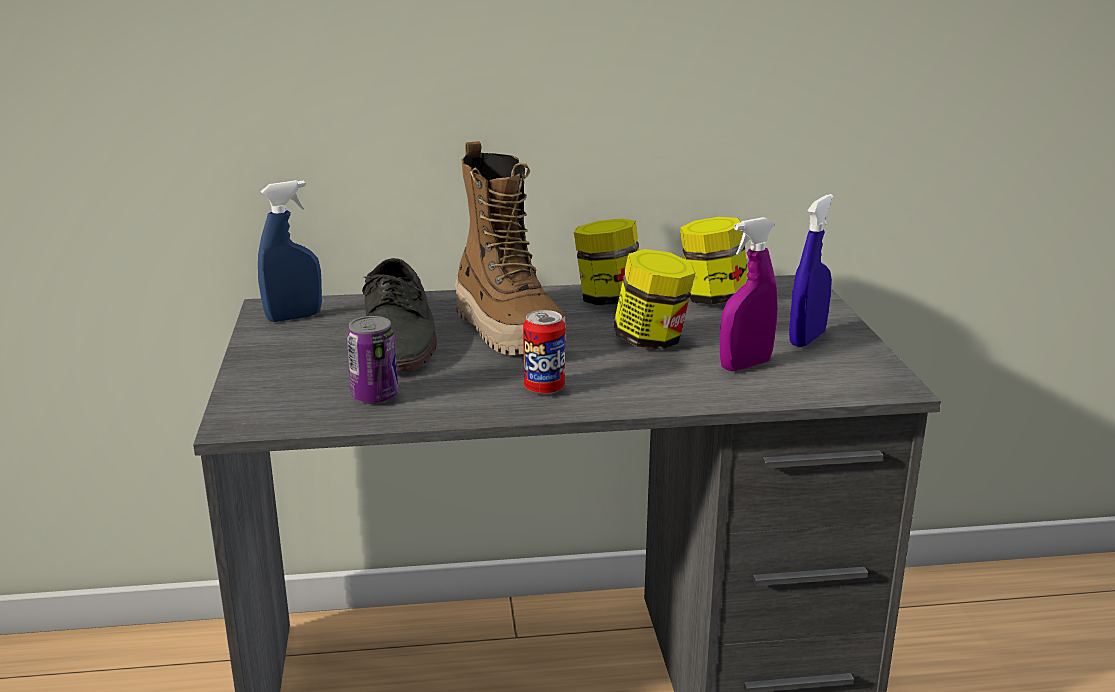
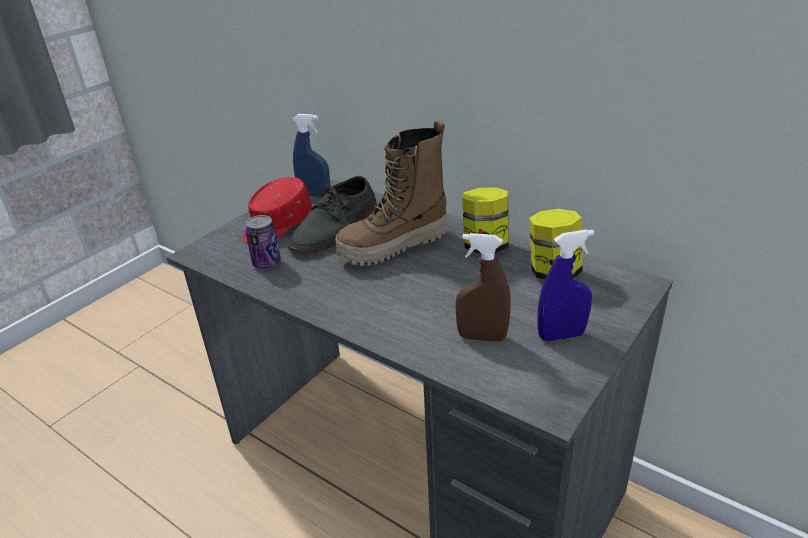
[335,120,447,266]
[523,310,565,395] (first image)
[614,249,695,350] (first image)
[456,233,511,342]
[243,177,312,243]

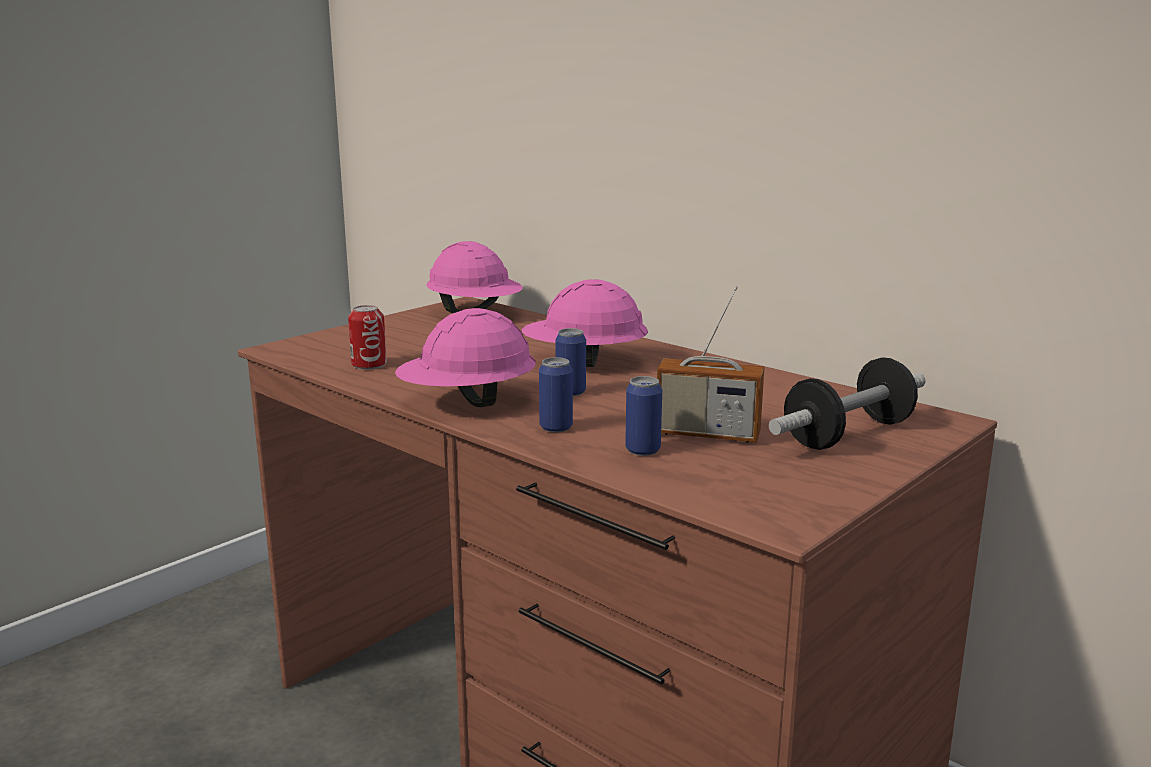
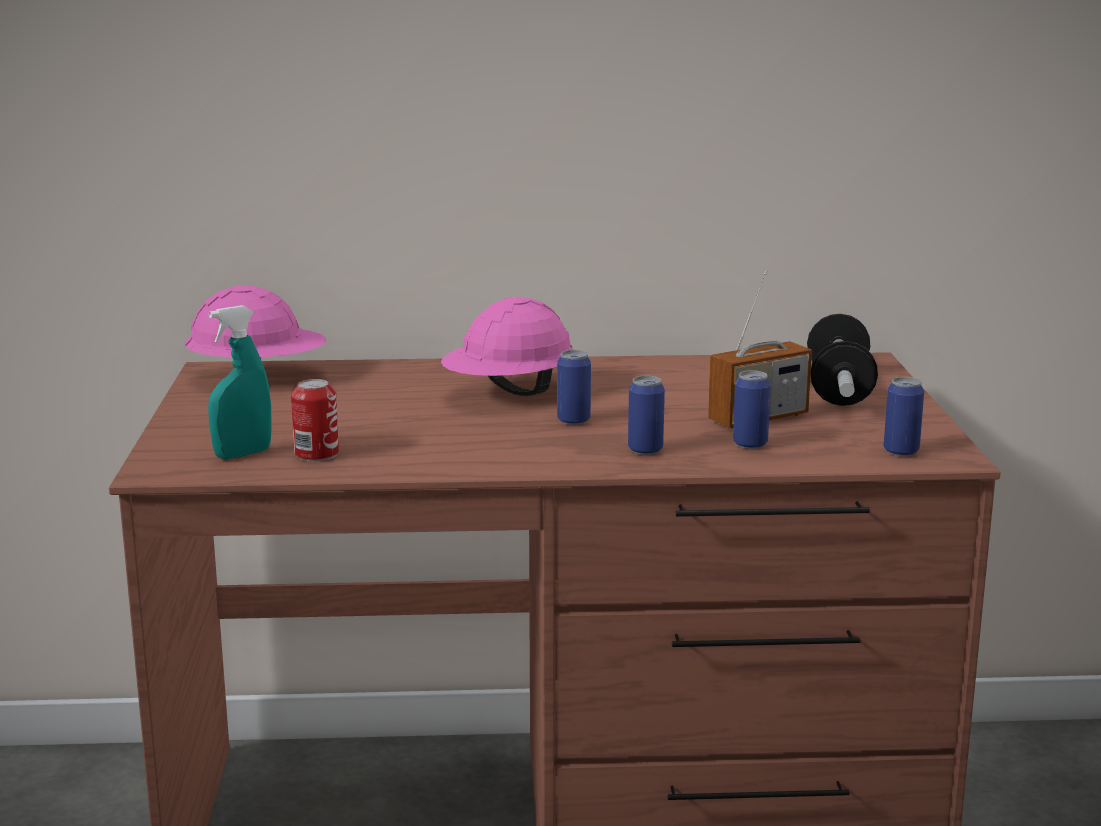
[395,308,536,407] (first image)
[208,305,272,459]
[884,377,924,456]

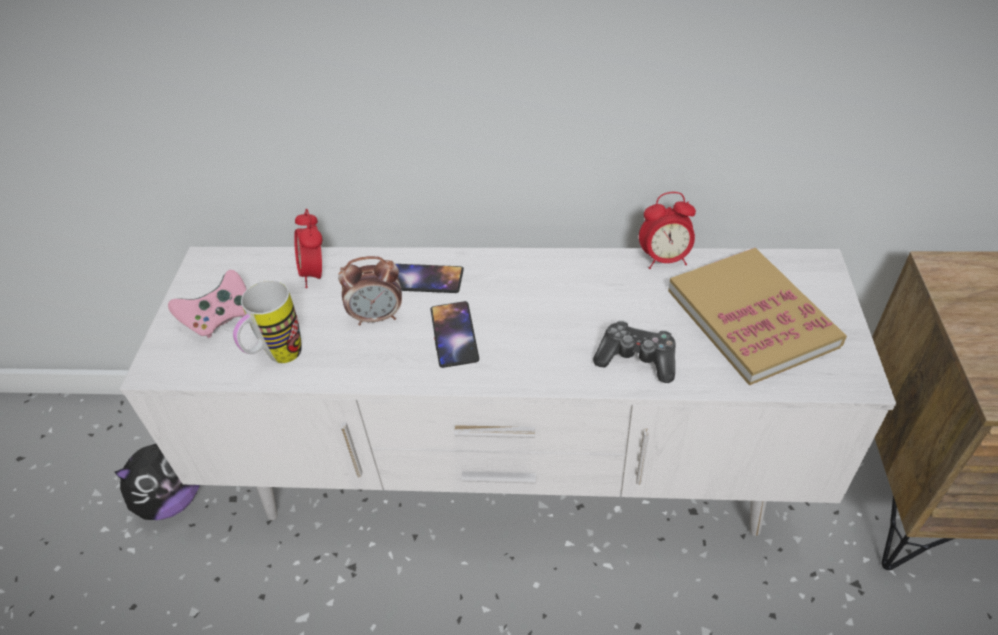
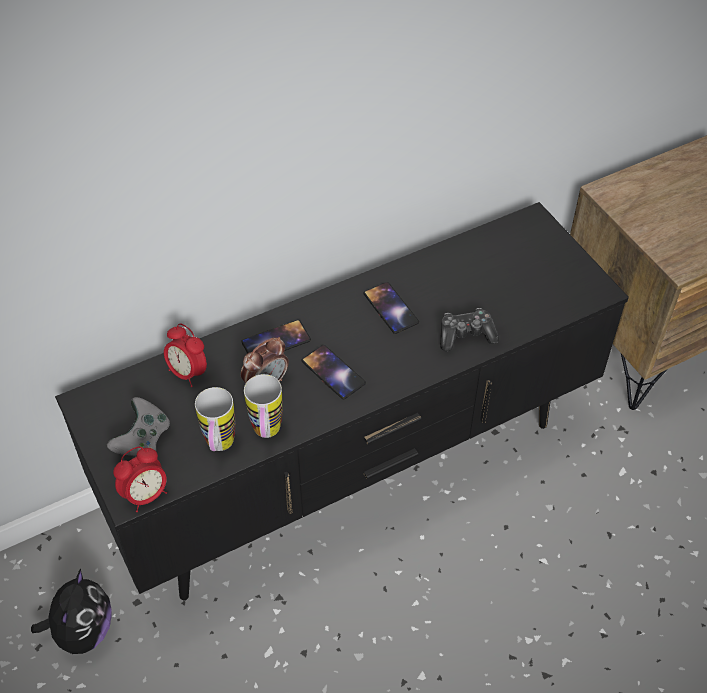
[55,202,629,600]
[107,397,170,456]
[113,447,167,512]
[668,248,847,386] (first image)
[244,374,283,438]
[363,282,419,334]

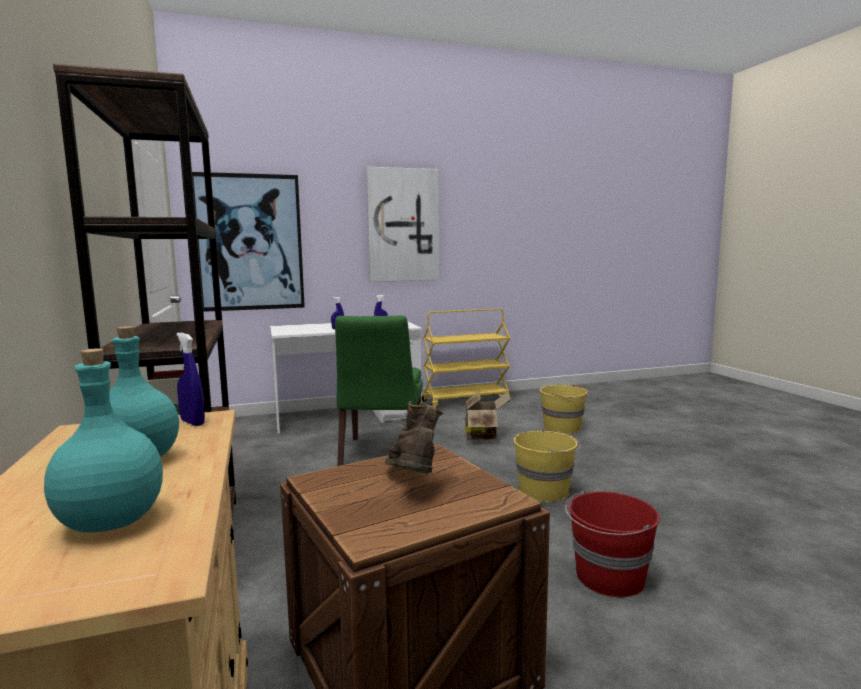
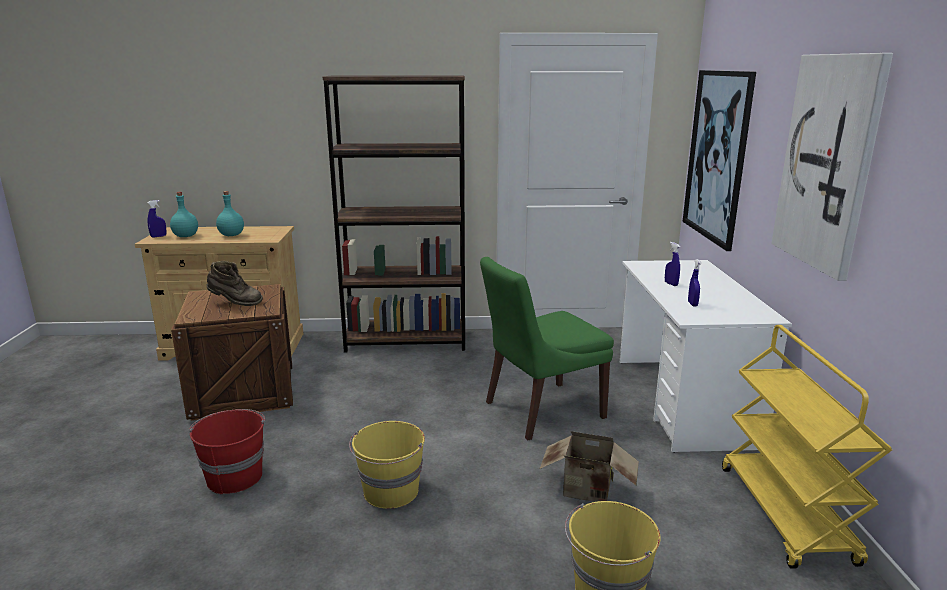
[148,200,167,238]
[480,257,614,440]

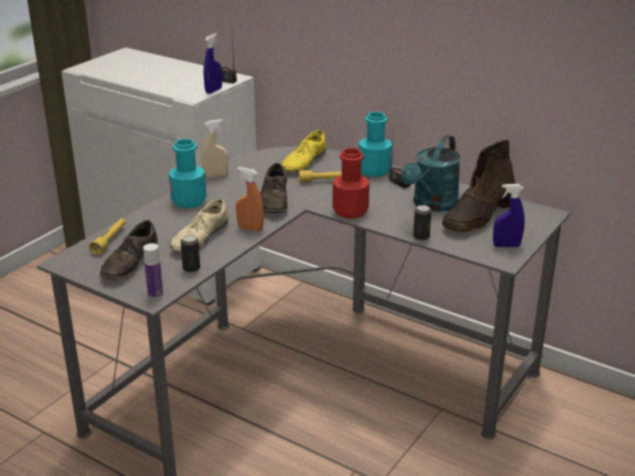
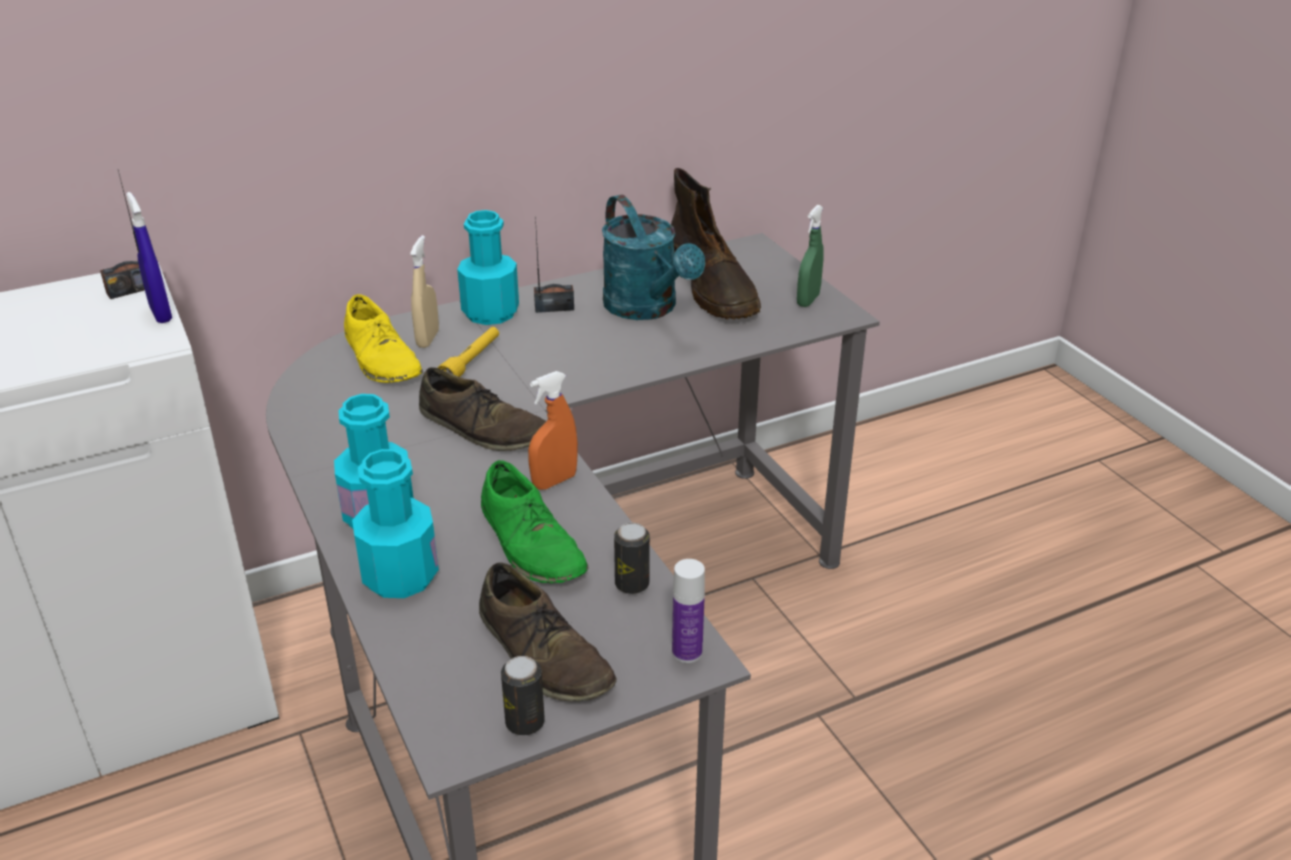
[89,218,126,255] (first image)
[481,460,589,584]
[410,235,439,348]
[333,148,370,218] (first image)
[501,656,545,735]
[797,205,824,307]
[352,449,439,598]

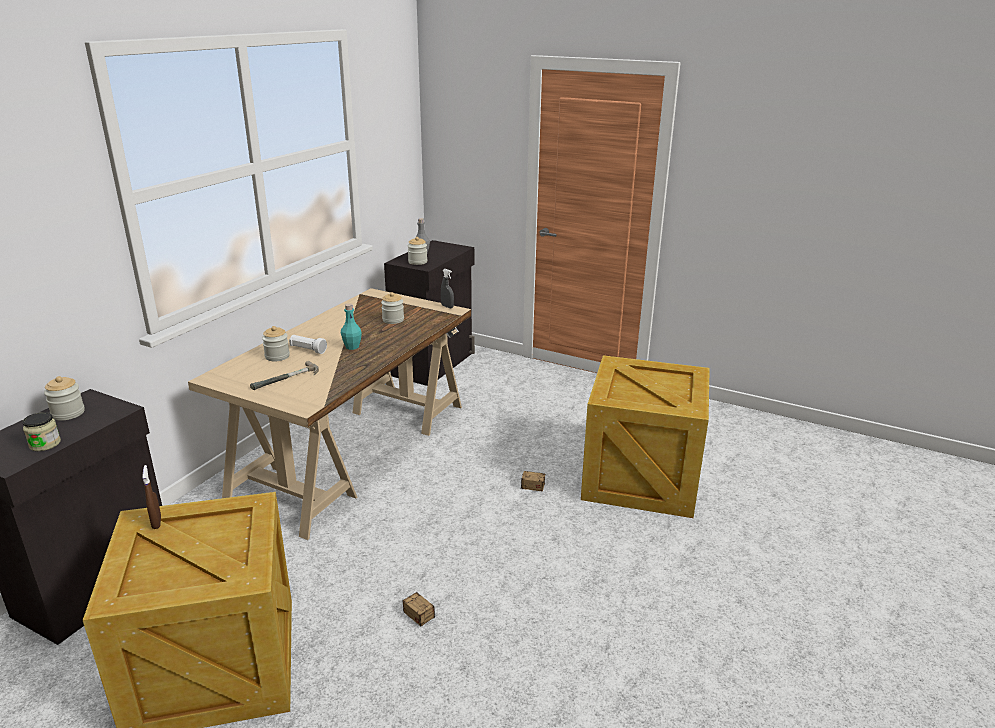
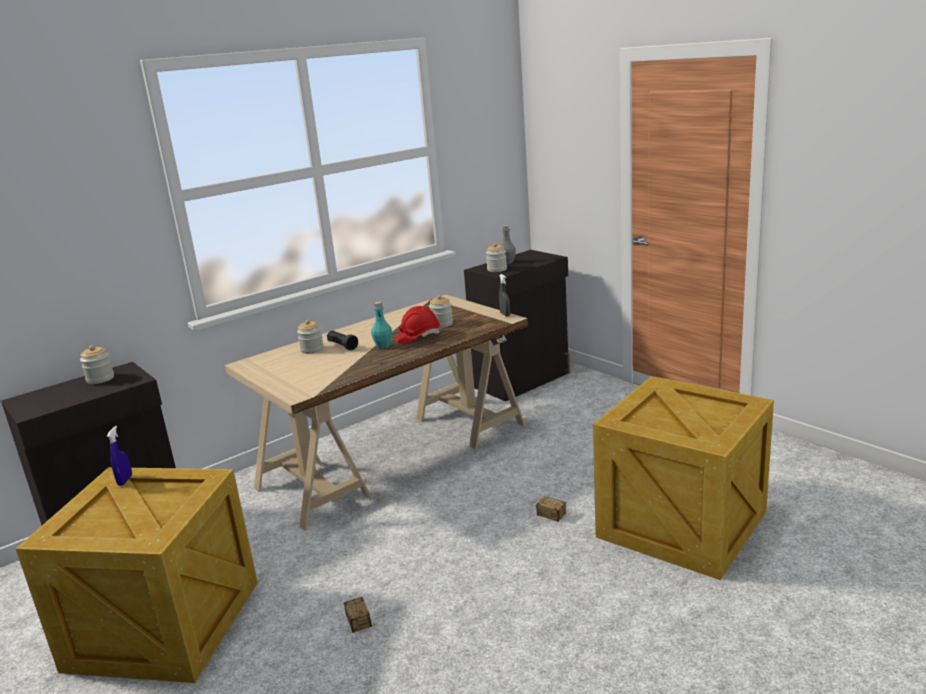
[22,412,61,451] (first image)
[107,426,132,486]
[250,361,319,390] (first image)
[327,330,358,350]
[396,306,440,344]

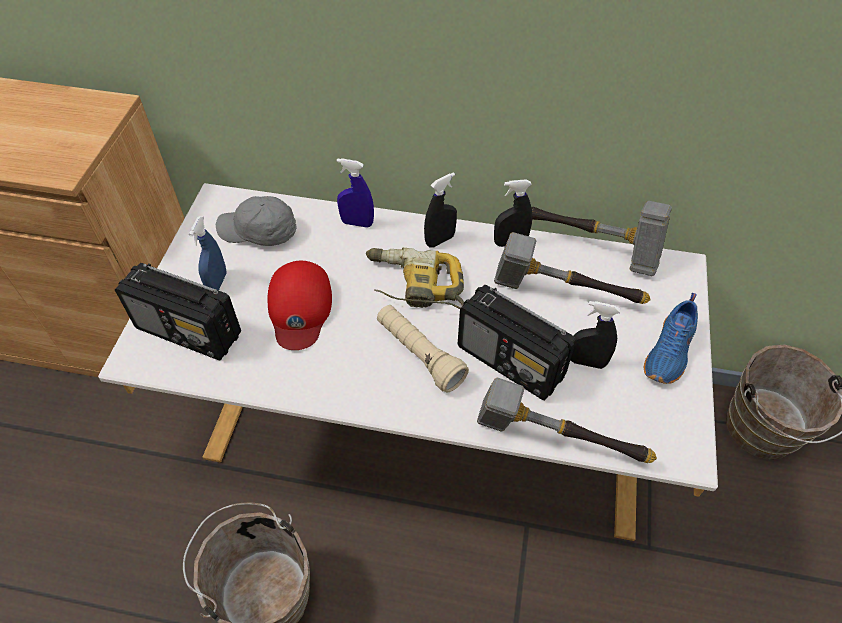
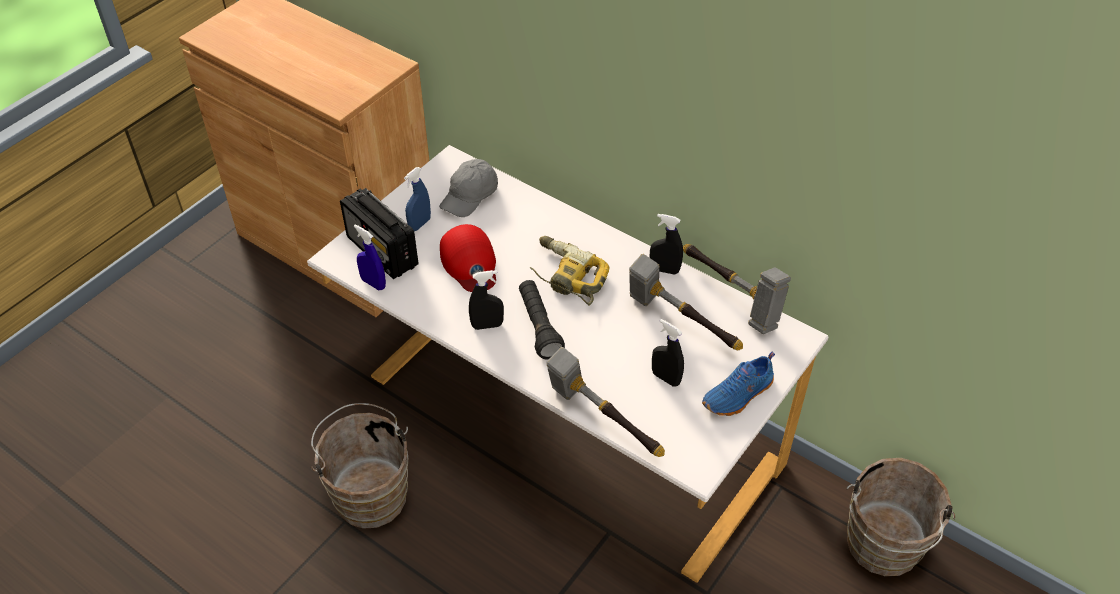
[439,159,498,217]
[440,224,496,292]
[354,224,386,290]
[519,280,565,360]
[469,270,504,330]
[458,285,576,400] (first image)

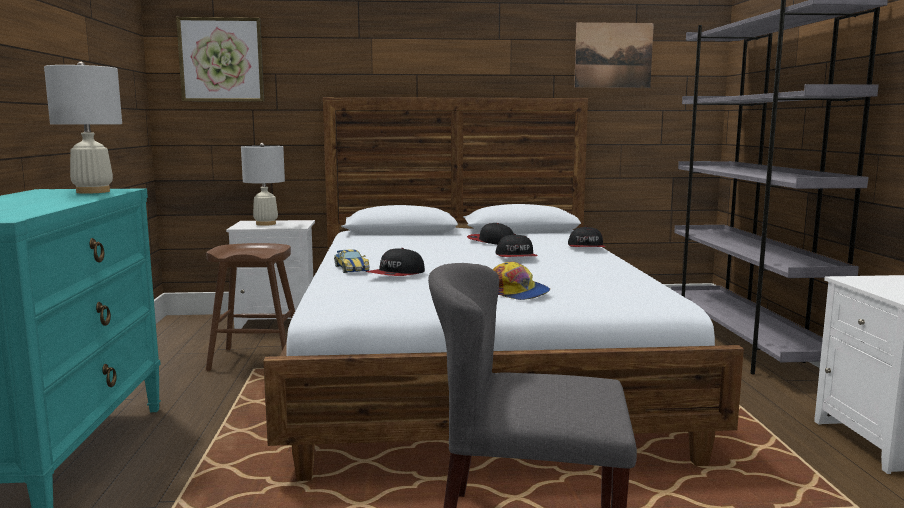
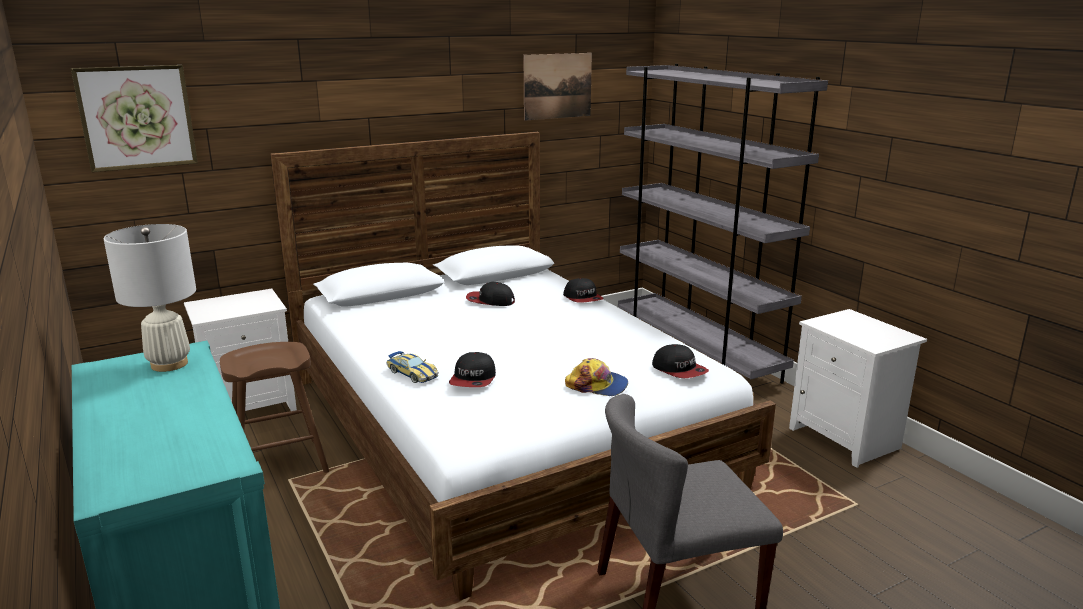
[241,143,285,226] (first image)
[652,344,709,378]

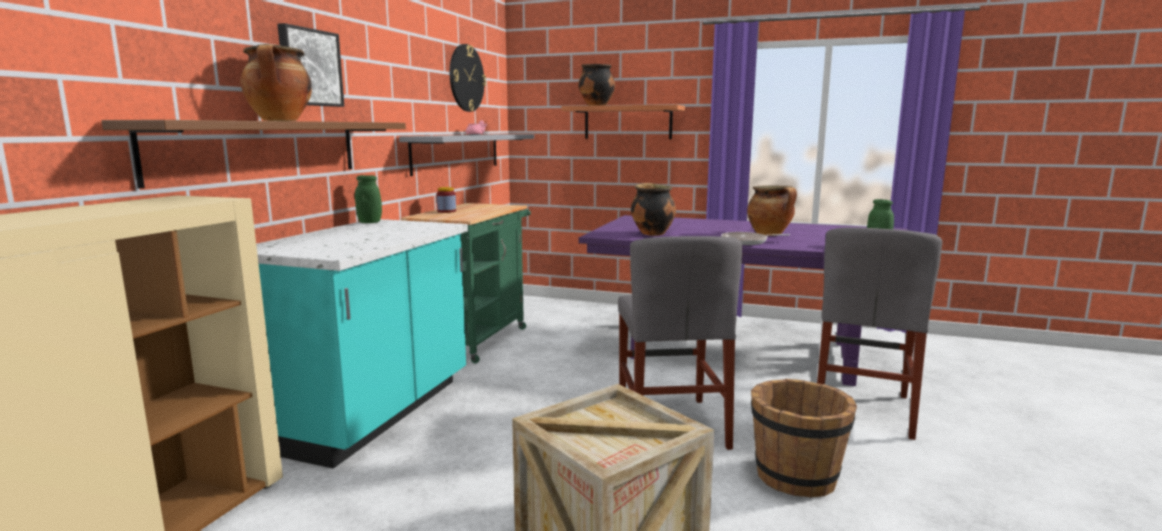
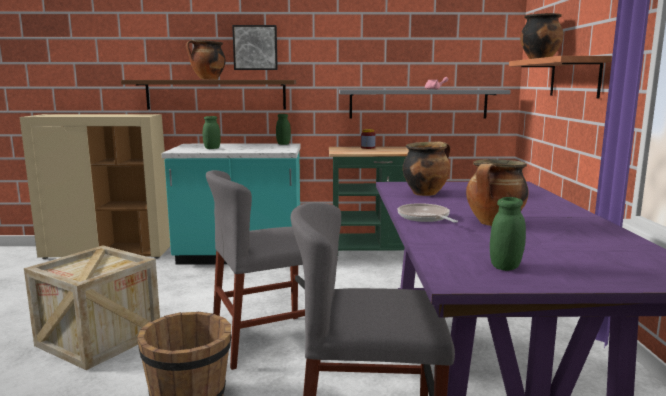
[450,44,486,112] (first image)
[203,116,220,149]

